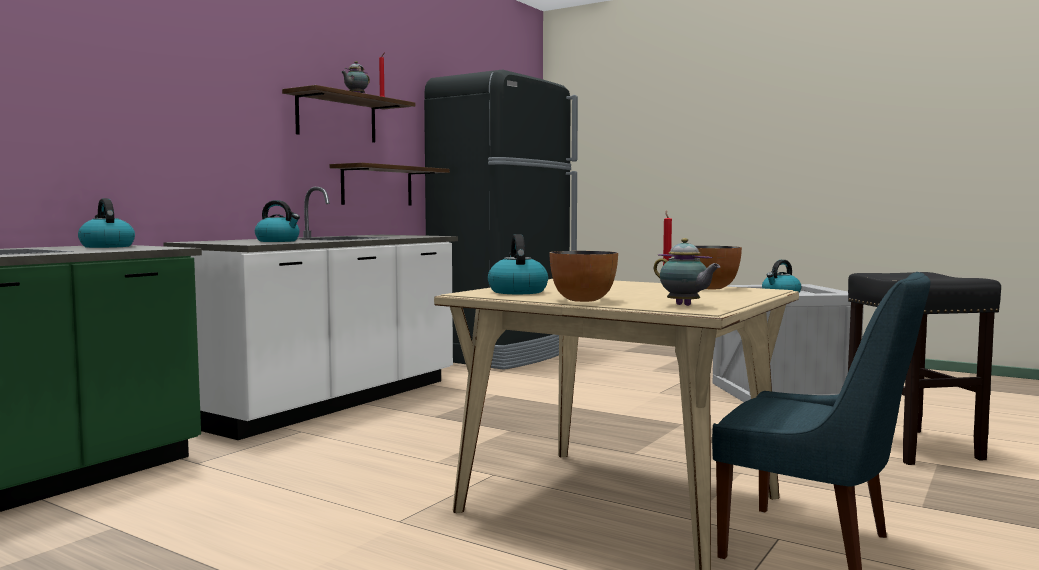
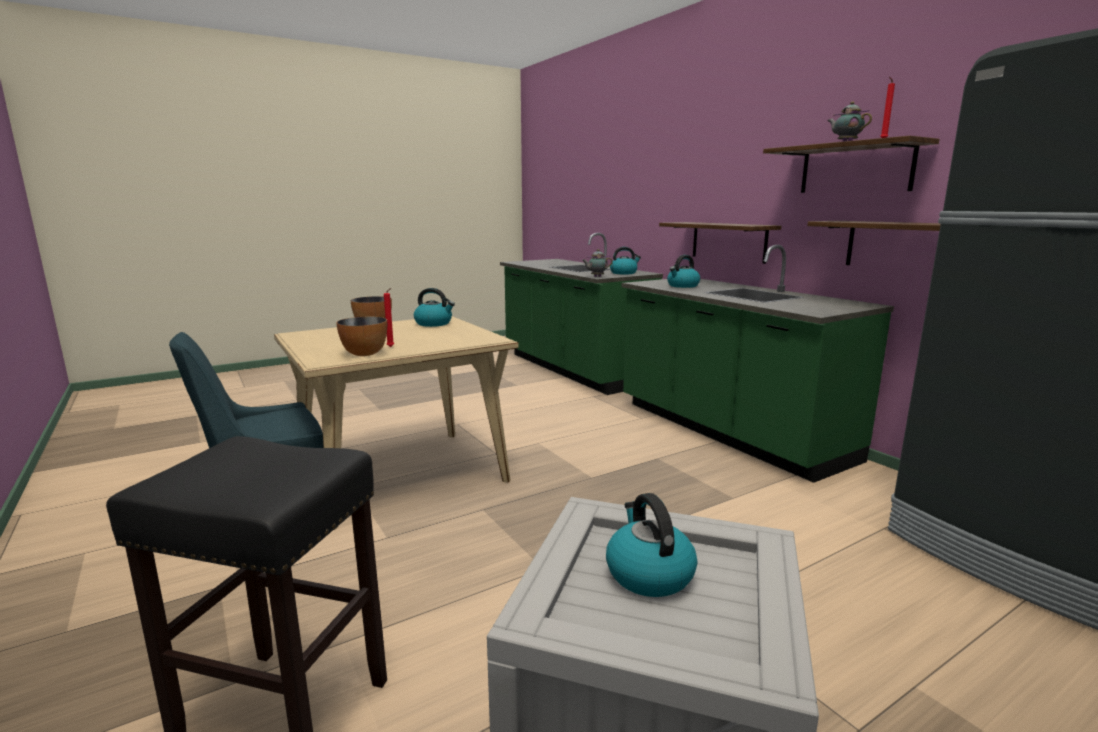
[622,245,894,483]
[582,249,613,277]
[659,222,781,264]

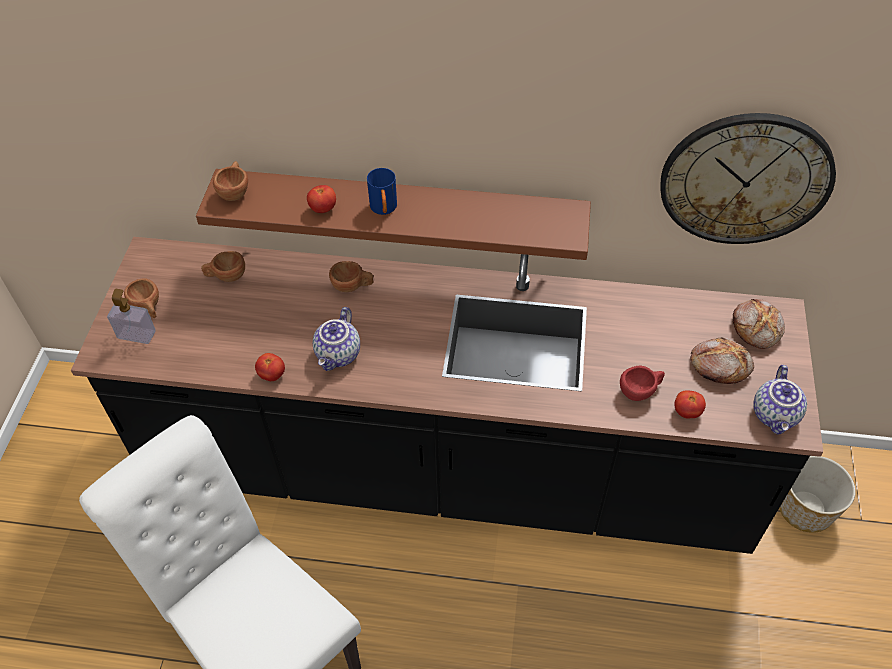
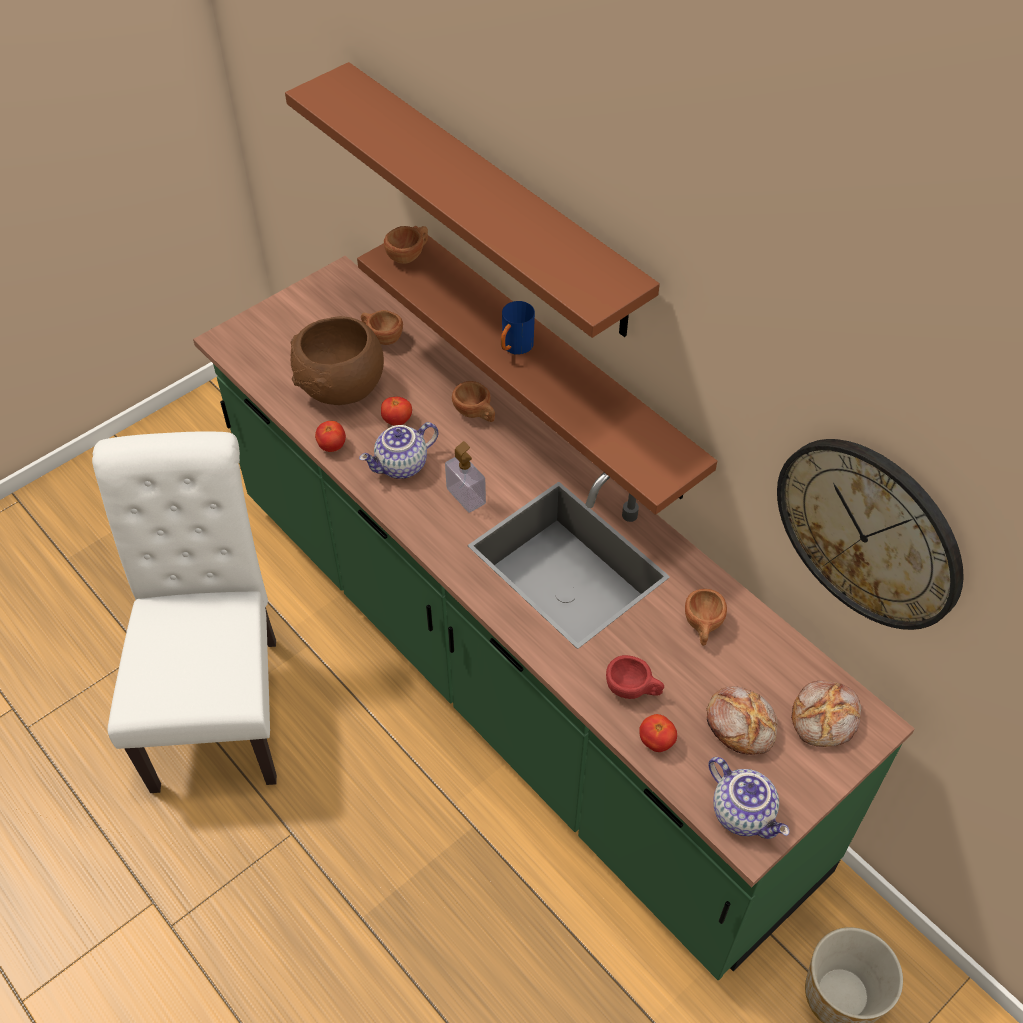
[193,256,915,980]
[445,441,486,513]
[685,589,727,646]
[381,397,412,425]
[708,757,789,839]
[285,62,660,338]
[290,316,384,405]

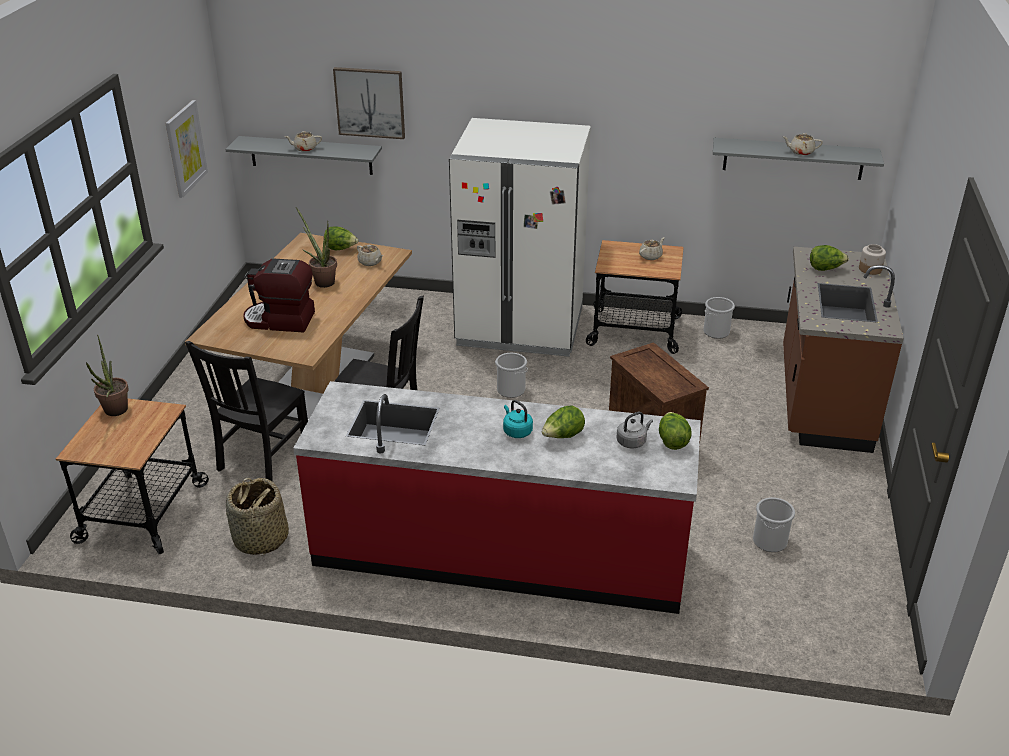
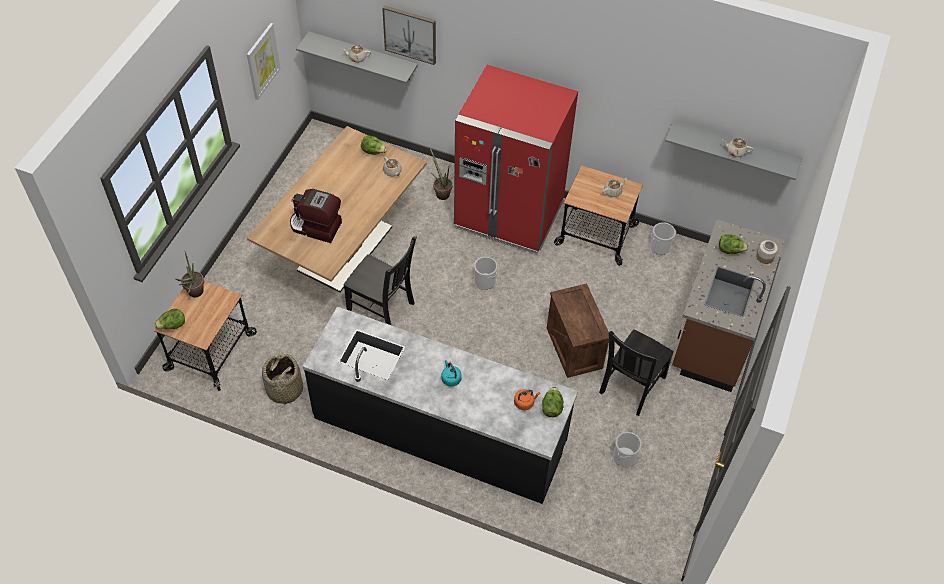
[599,329,674,416]
[303,307,578,504]
[429,147,453,200]
[454,65,578,255]
[154,309,185,330]
[514,389,540,410]

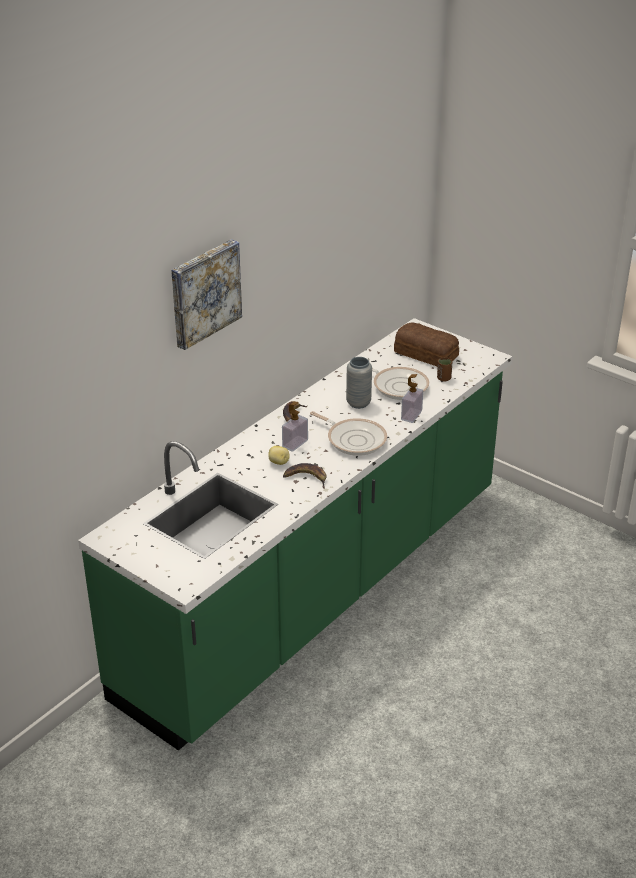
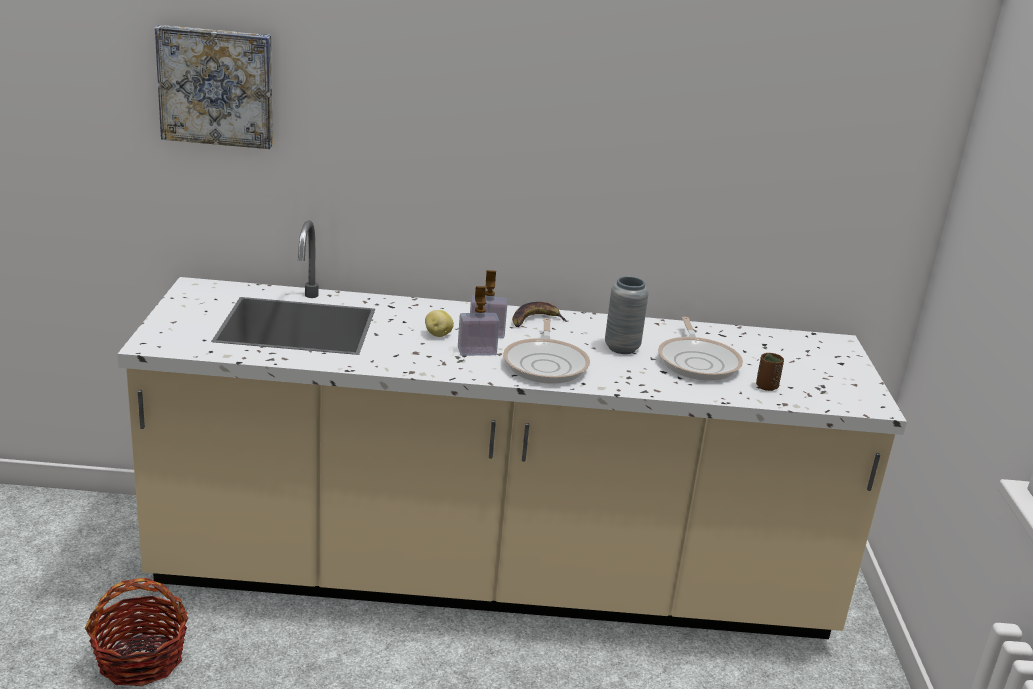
[117,220,907,639]
[155,25,273,149]
[283,463,326,489] (first image)
[394,323,459,367] (first image)
[458,286,500,356]
[85,578,188,686]

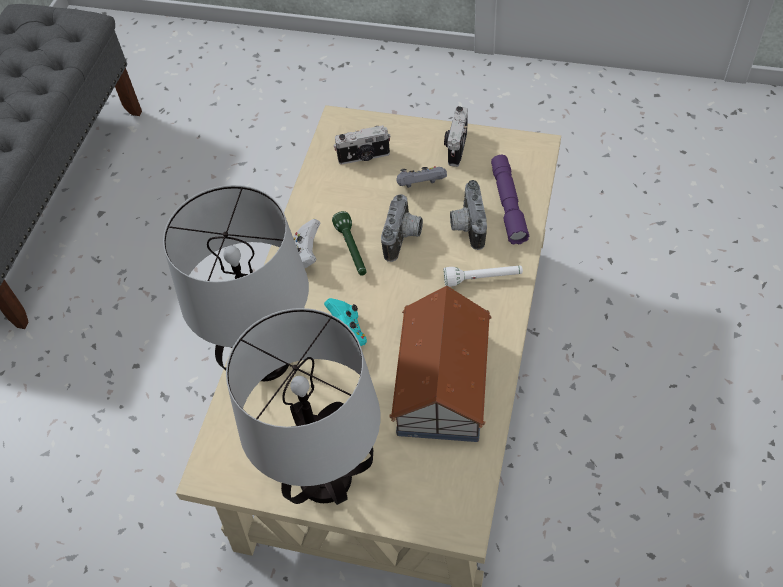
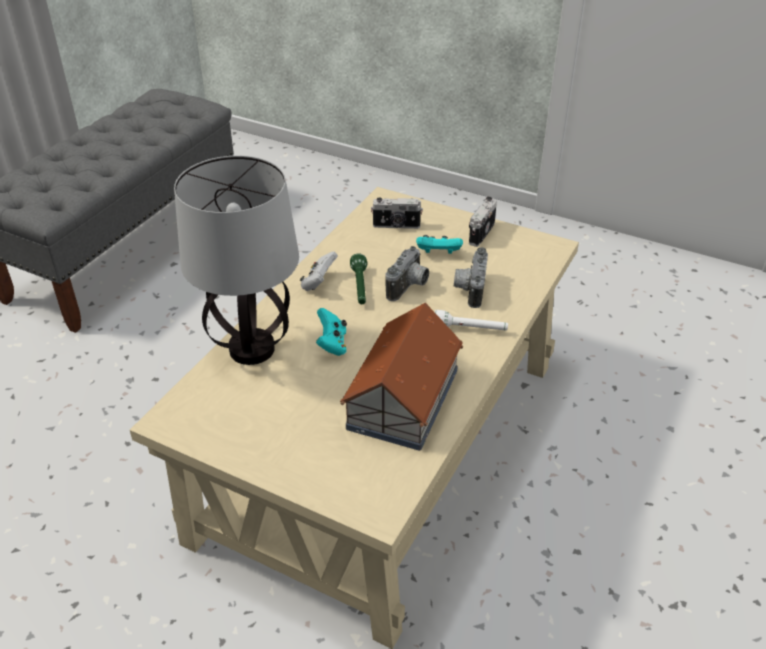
[226,308,380,505] (first image)
[416,235,463,254]
[491,155,530,245] (first image)

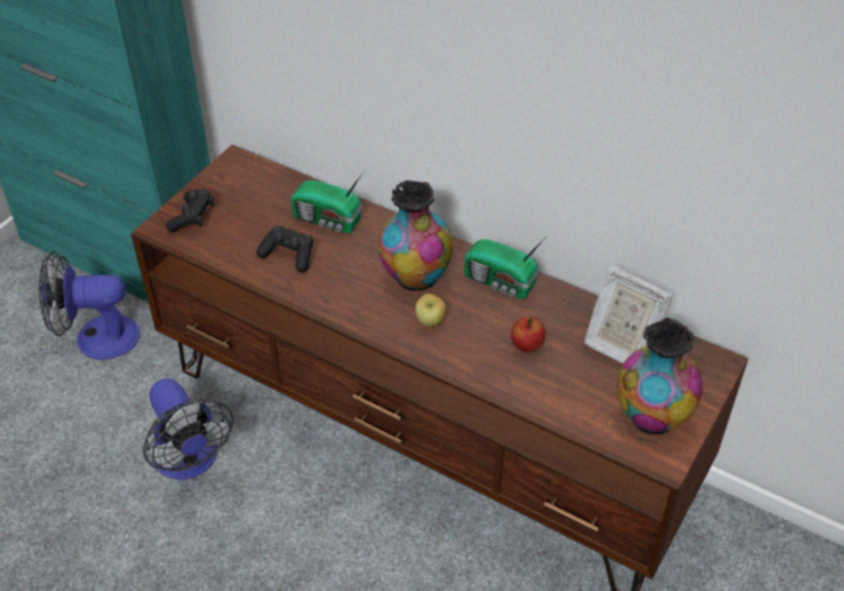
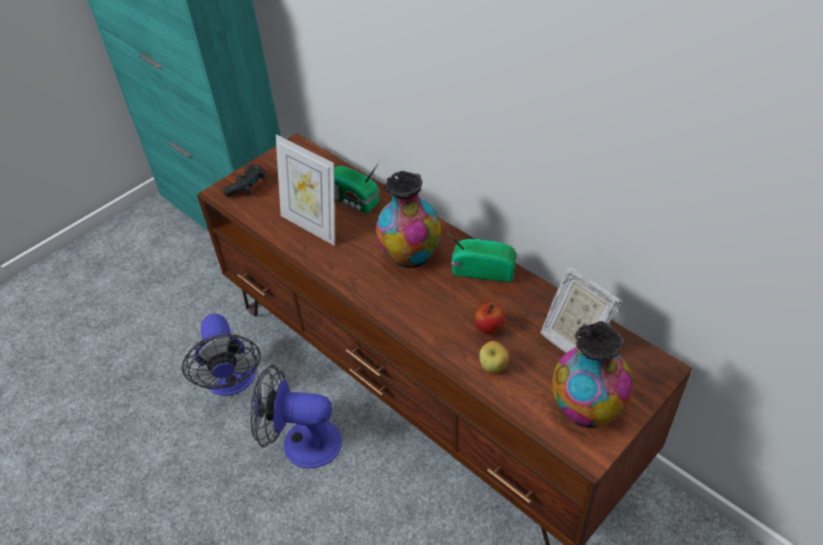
[250,365,342,468]
[276,135,335,246]
[479,341,509,373]
[446,231,517,282]

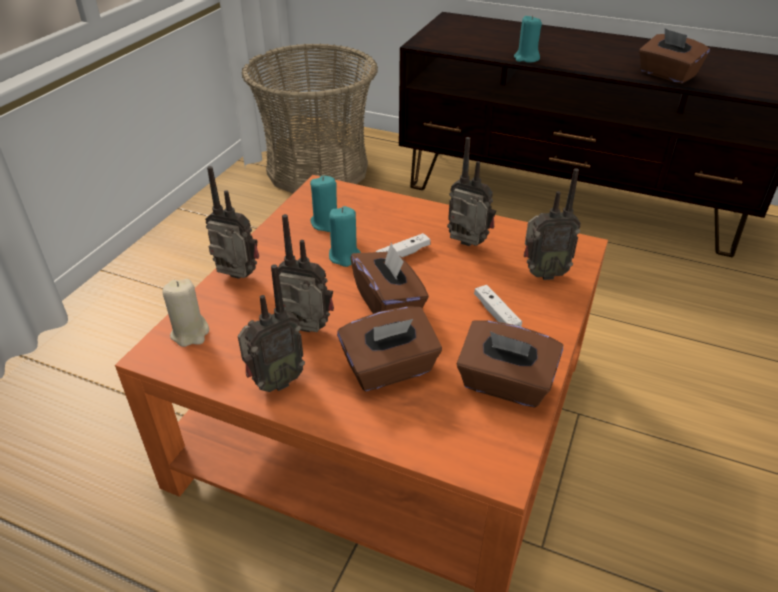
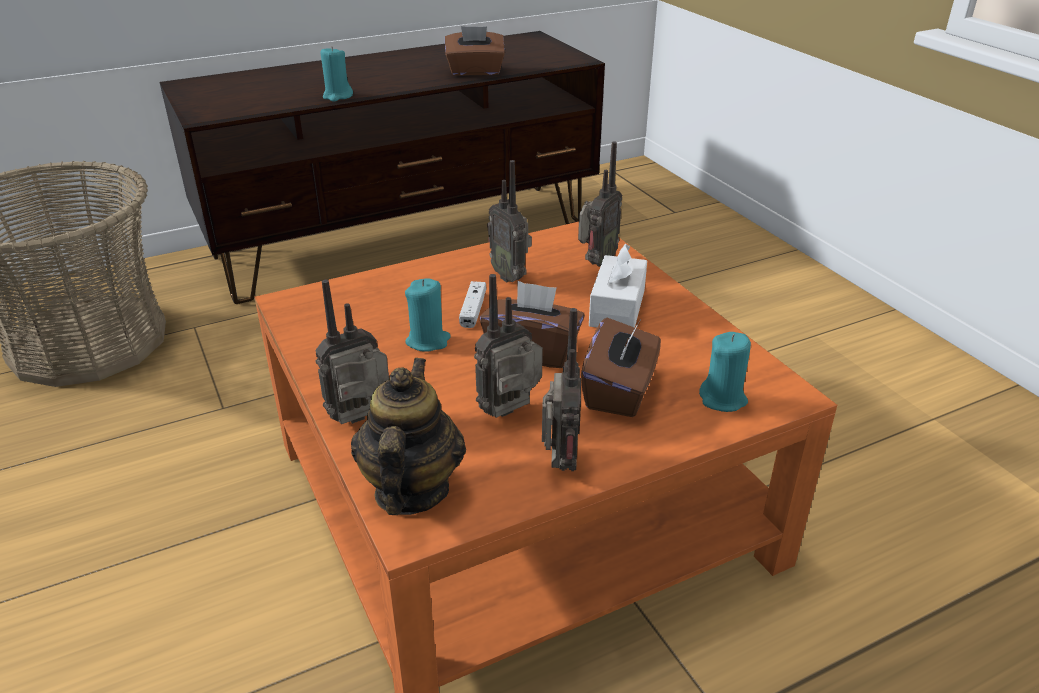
[351,358,466,515]
[699,332,751,412]
[487,160,532,283]
[456,320,563,408] (first image)
[589,244,647,328]

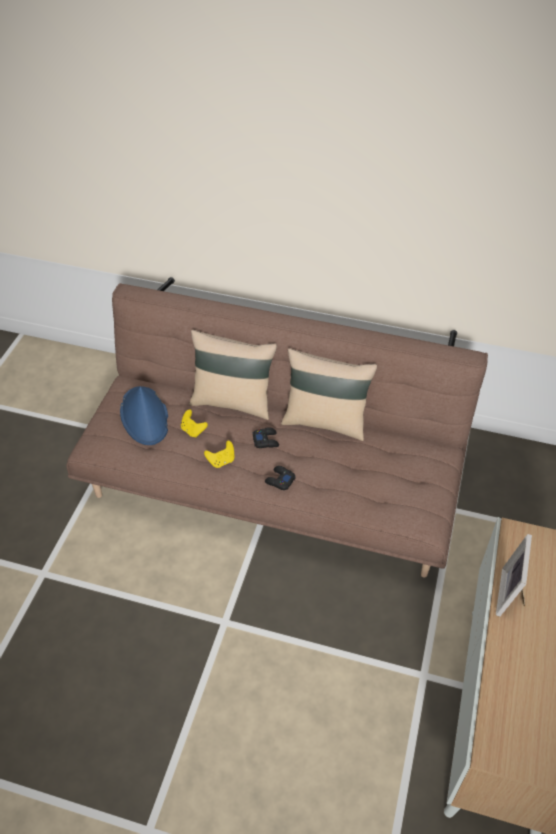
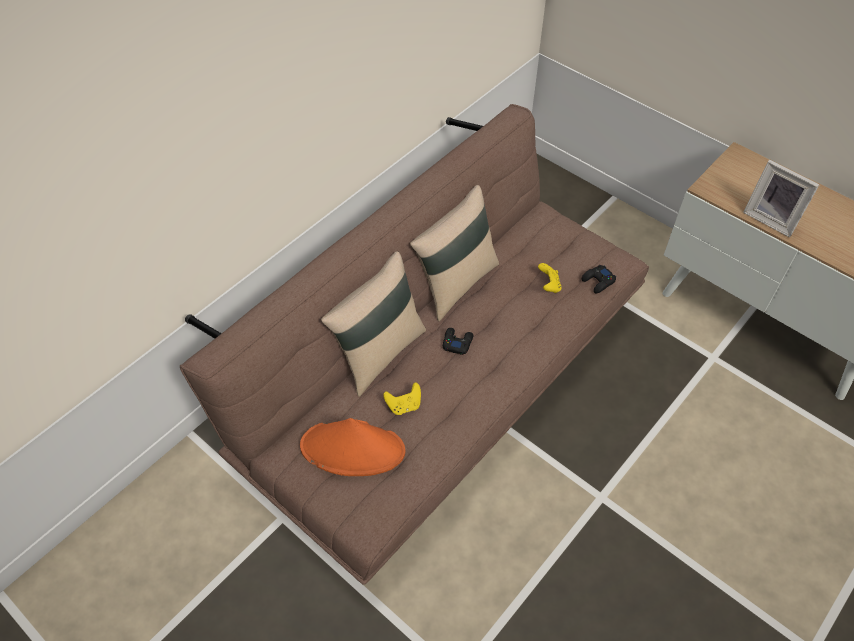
[300,418,405,476]
[538,263,561,293]
[582,265,616,294]

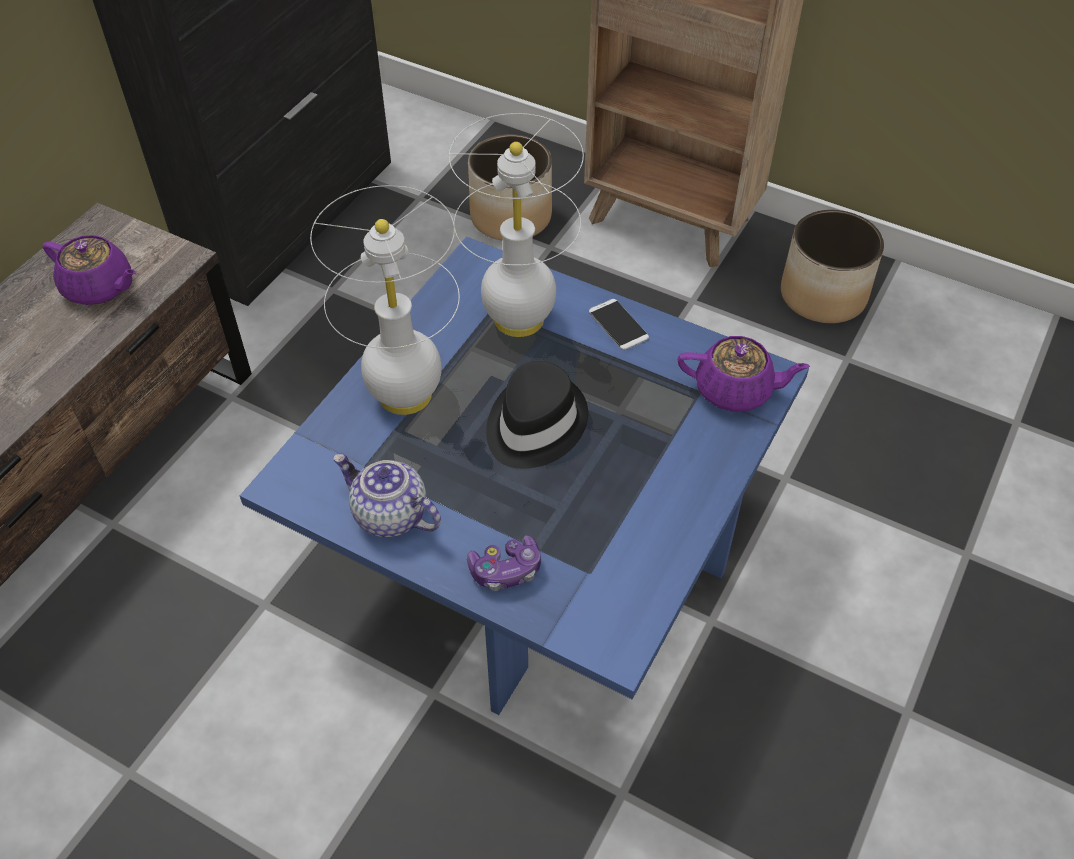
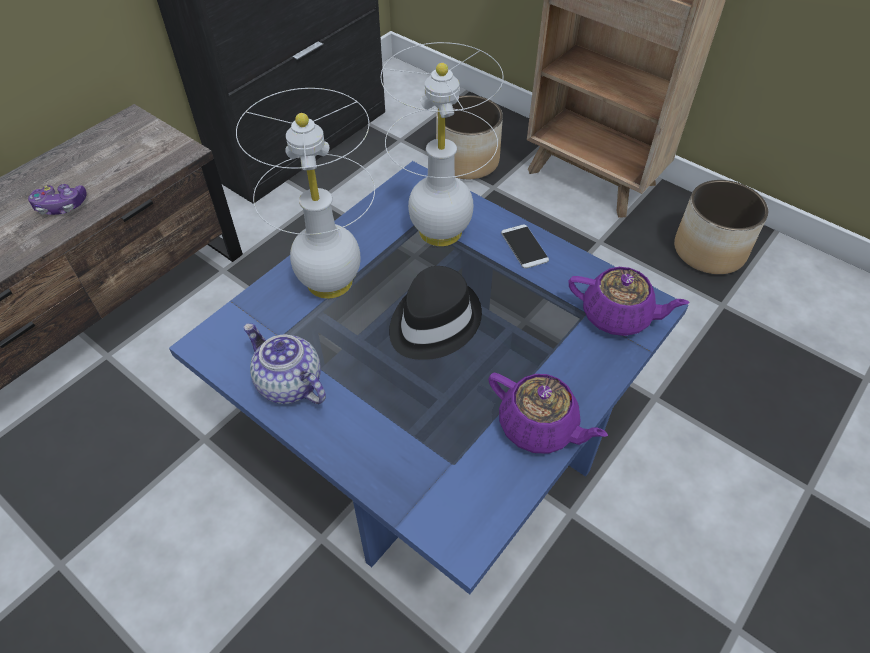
[488,373,608,454]
[28,184,87,215]

